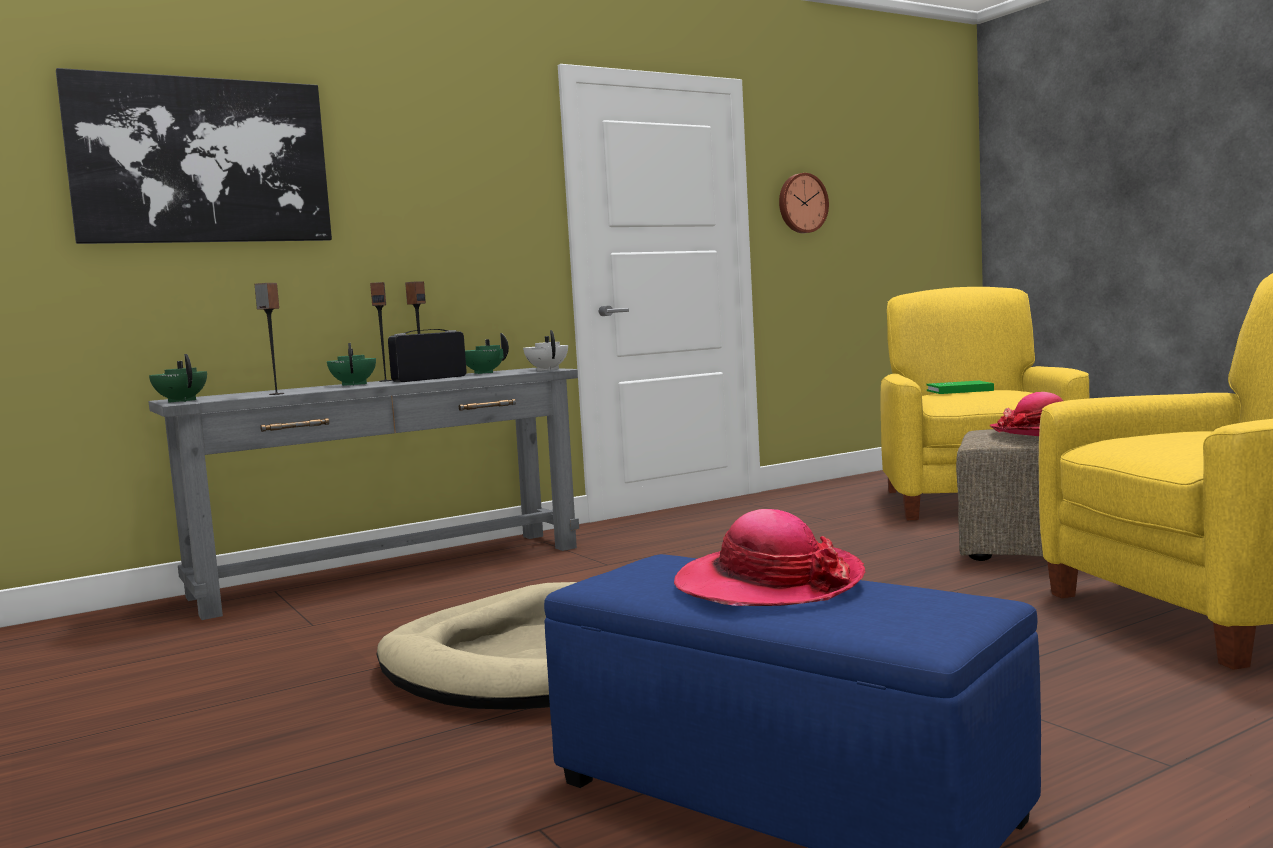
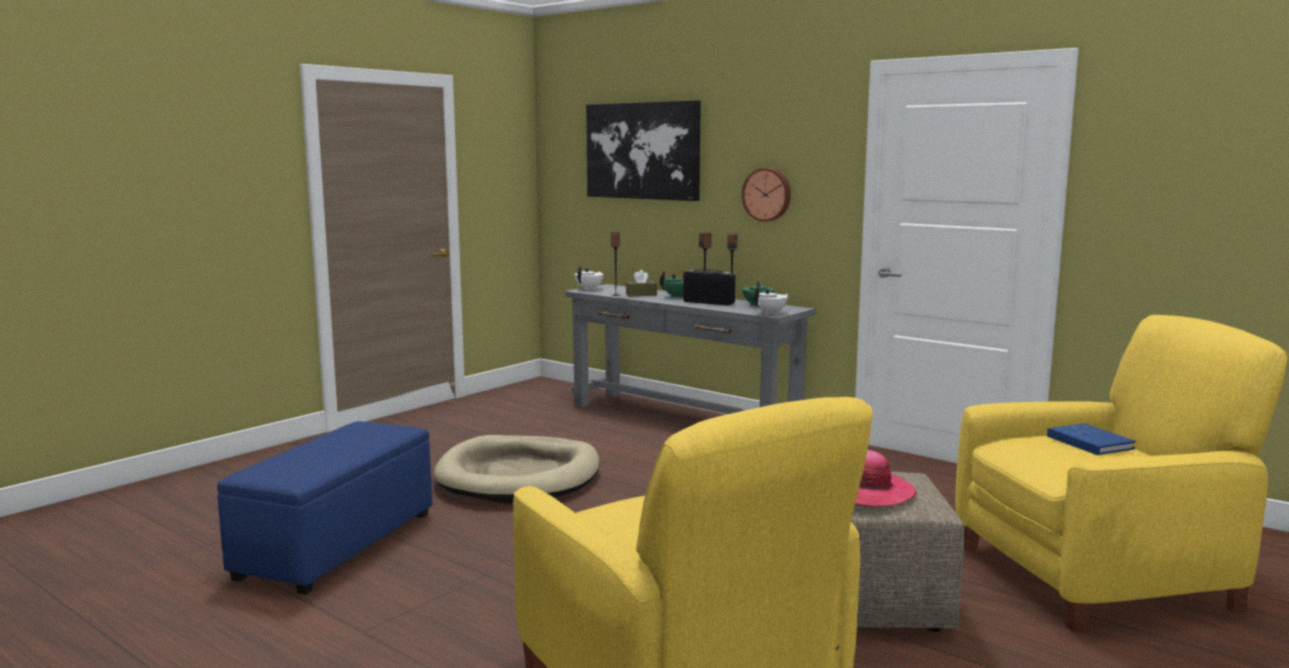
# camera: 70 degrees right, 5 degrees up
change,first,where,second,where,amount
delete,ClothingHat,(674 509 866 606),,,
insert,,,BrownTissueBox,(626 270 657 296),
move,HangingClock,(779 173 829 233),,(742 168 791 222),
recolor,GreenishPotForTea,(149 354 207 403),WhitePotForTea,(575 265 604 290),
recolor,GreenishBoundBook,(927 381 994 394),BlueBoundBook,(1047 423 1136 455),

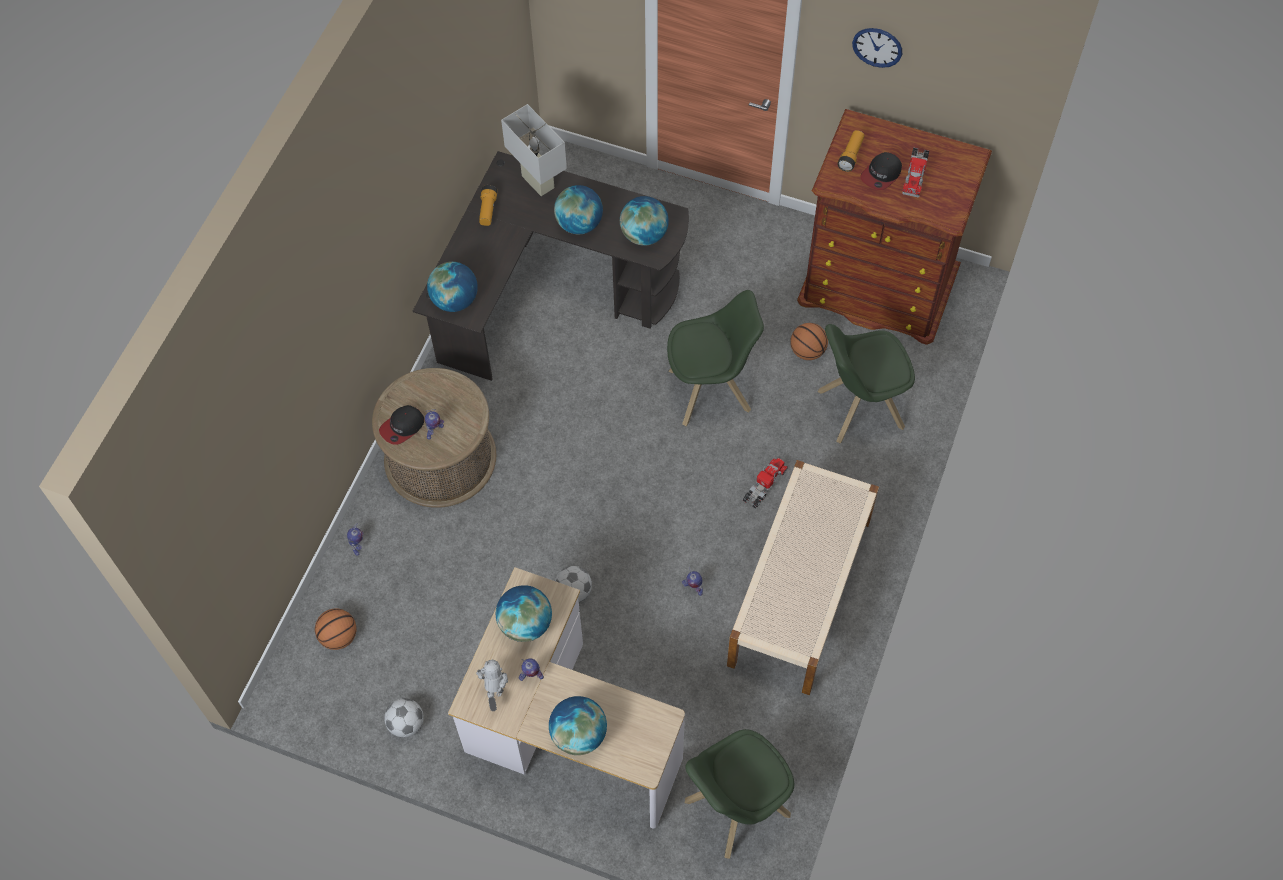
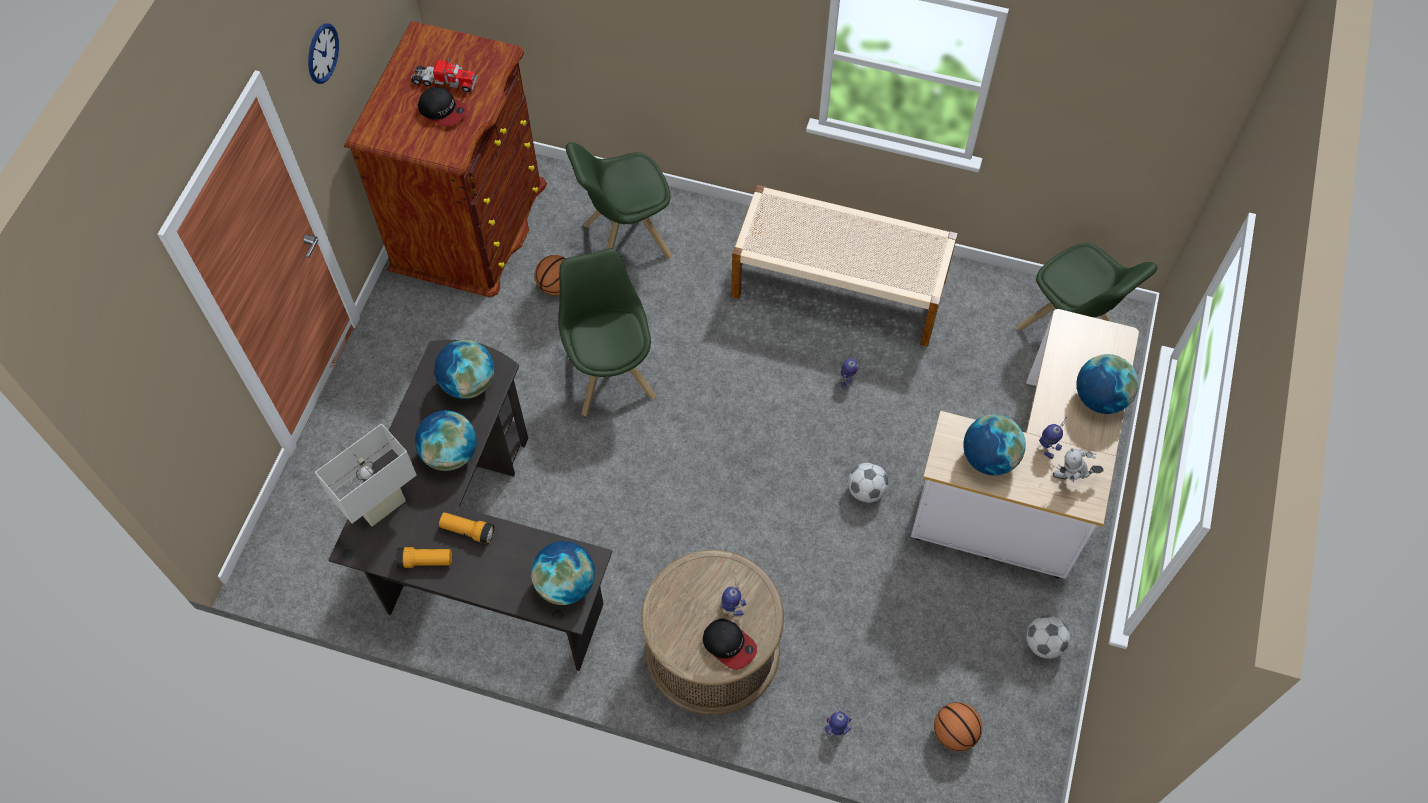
# camera: 95 degrees left, 0 degrees up
change,first,where,second,where,amount
delete,ToyTruck,(743 458 788 509),,,
move,HandTorch,(837 130 864 172),,(439 512 495 544),
rotate,GreenishPlainChair,(818 324 915 444),,(566 142 672 259),90 degrees clockwise

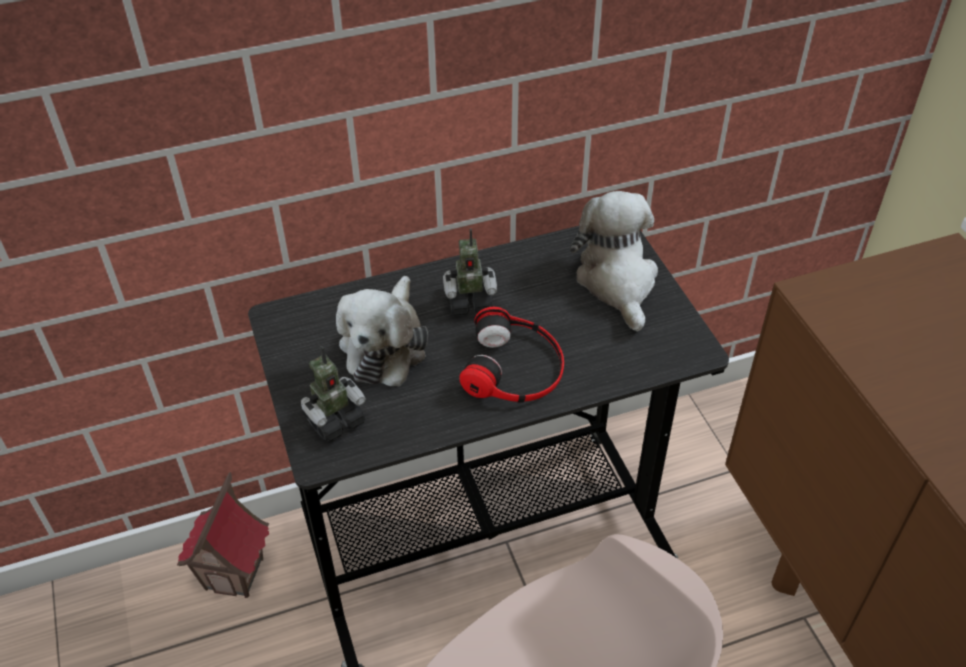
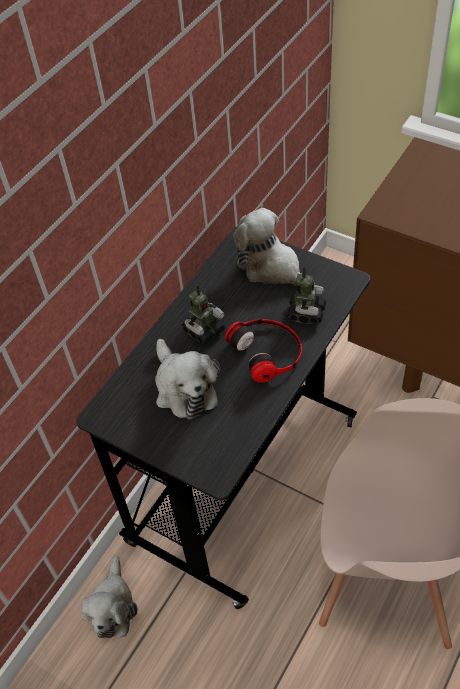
# camera: 35 degrees left, 5 degrees up
change,first,where,second,where,amount
move,RobotFigure,(301 346 366 441),,(286 267 326 324),
replace,MiniatureHouse,(177 472 269 598),CuddlyToy,(81 556 137 638),

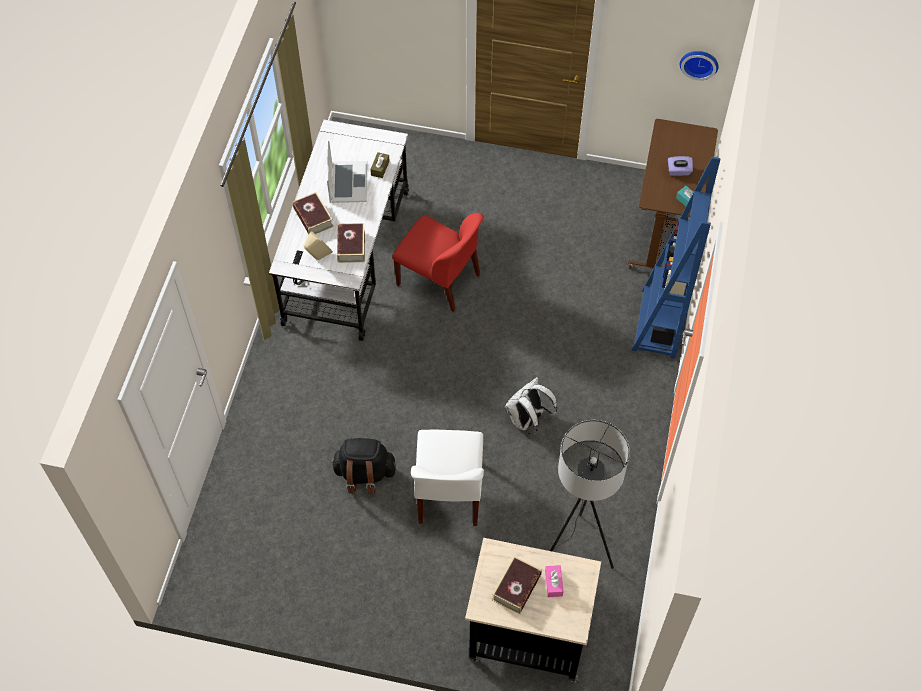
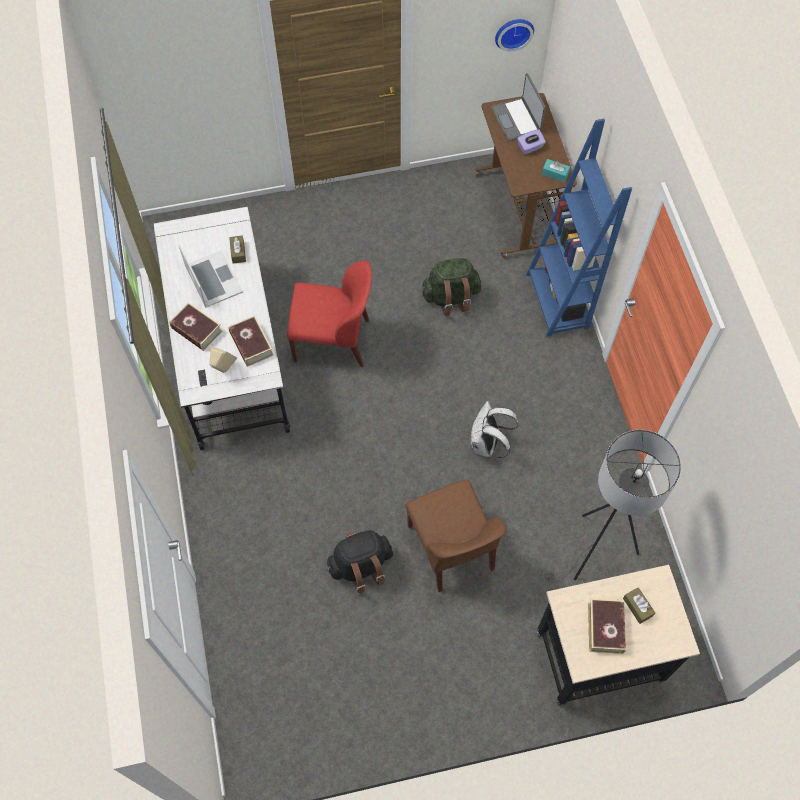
# camera: 25 degrees left, 5 degrees up
change,first,where,second,where,amount
insert,,,GreenishKnapsack,(421 258 481 316),
insert,,,PortableComputer,(491 73 546 141),
recolor,WhitePlainChair,(411 430 484 526),BrownPlainChair,(405 479 507 592),
recolor,PinkishTissueBox,(545 565 564 597),BrownTissueBox,(623 587 655 624),

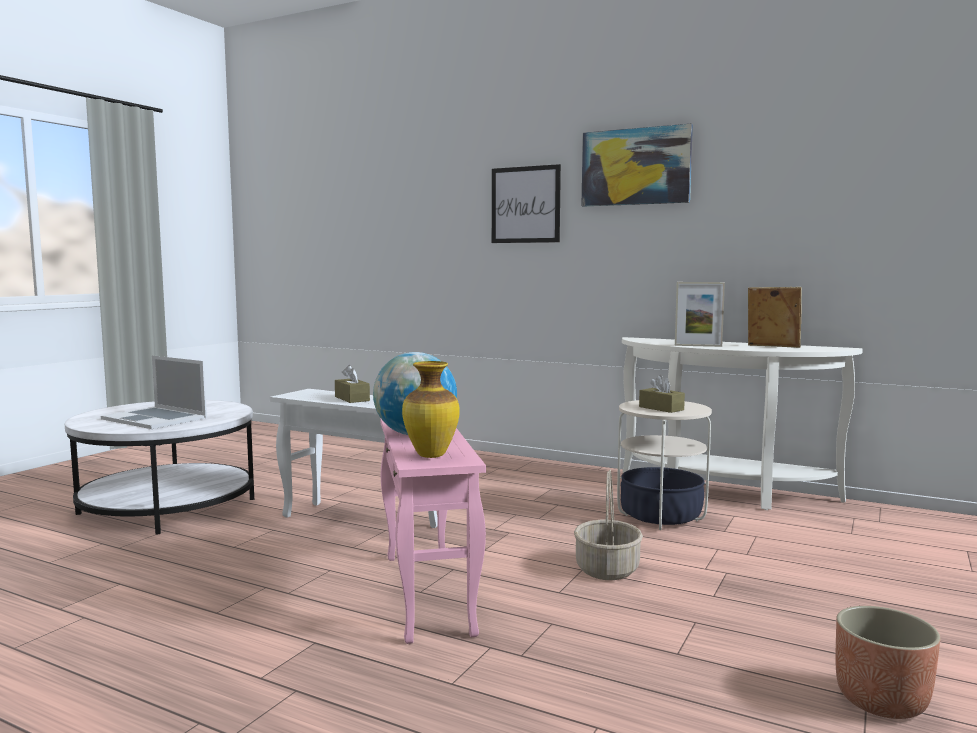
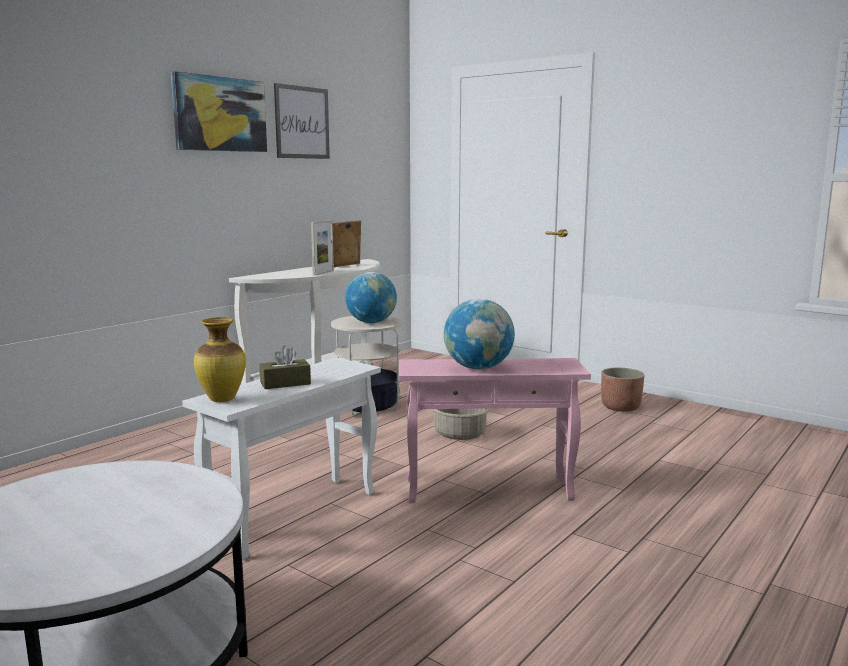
# camera: 80 degrees left, 5 degrees up
change,first,where,second,where,amount
delete,PortableComputer,(101 355 207 429),,,
move,FlowerVase,(402 361 460 458),,(194 317 246 402),
move,WallPicture,(492 164 561 243),,(274 83 330 159),
replace,BrownTissueBox,(639 375 685 413),Globe,(345 272 397 323),

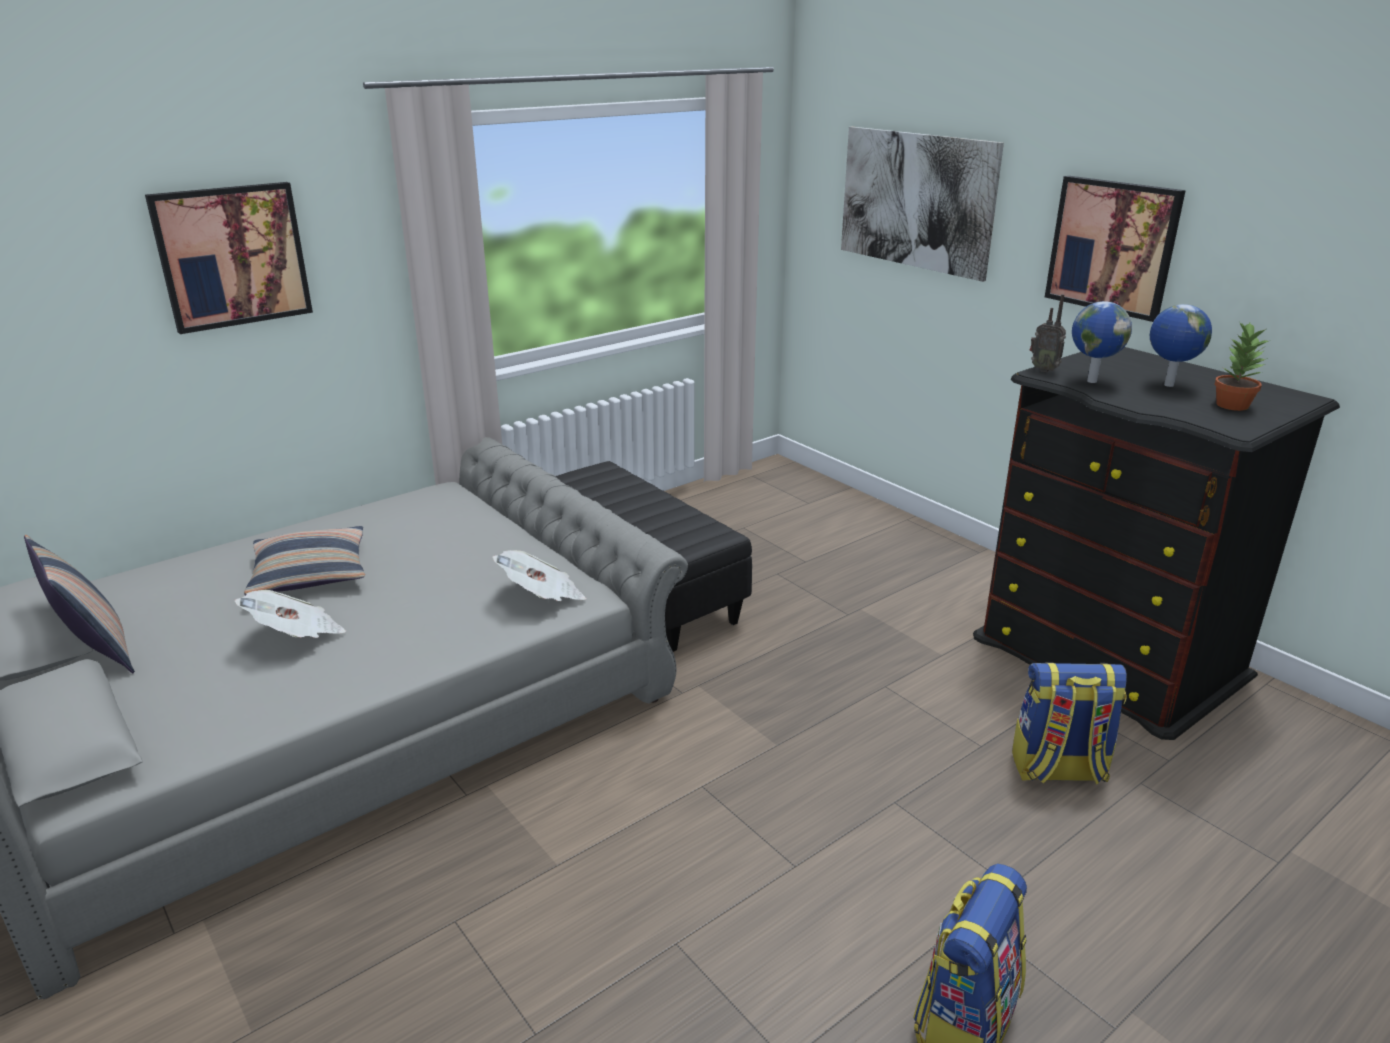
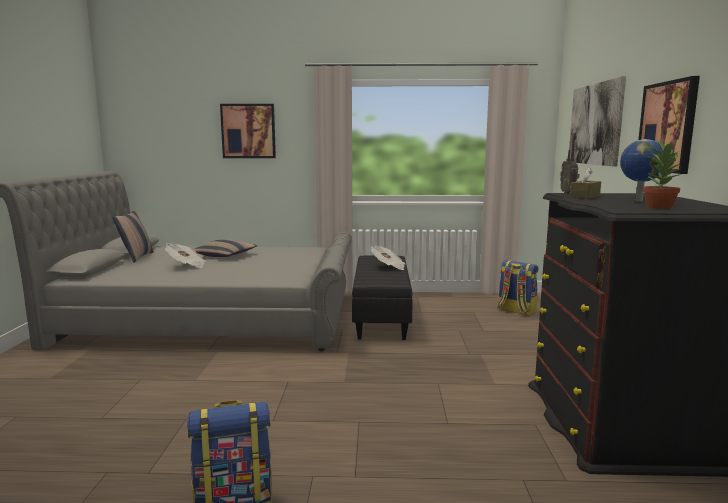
# camera: 40 degrees right, 15 degrees down
change,first,where,second,where,amount
move,DailyPaper,(493 550 586 601),,(371 245 405 270),
move,Knapsack,(1012 662 1127 785),,(498 260 538 316),
replace,Globe,(1072 301 1132 383),BrownTissueBox,(570 167 601 199),

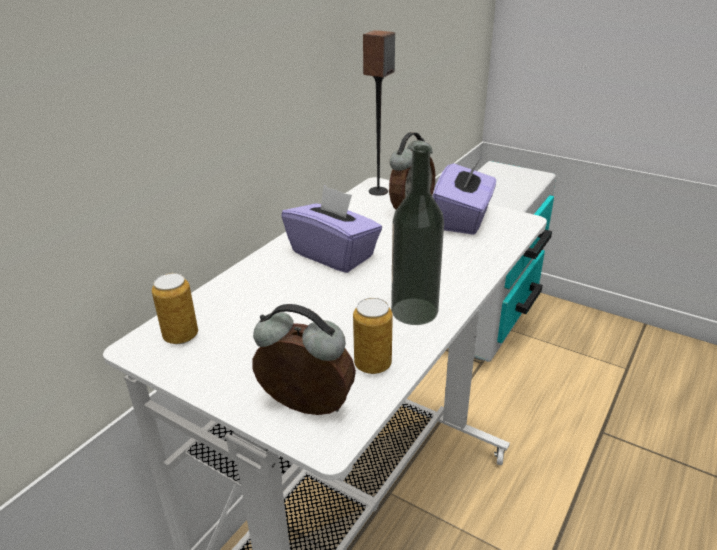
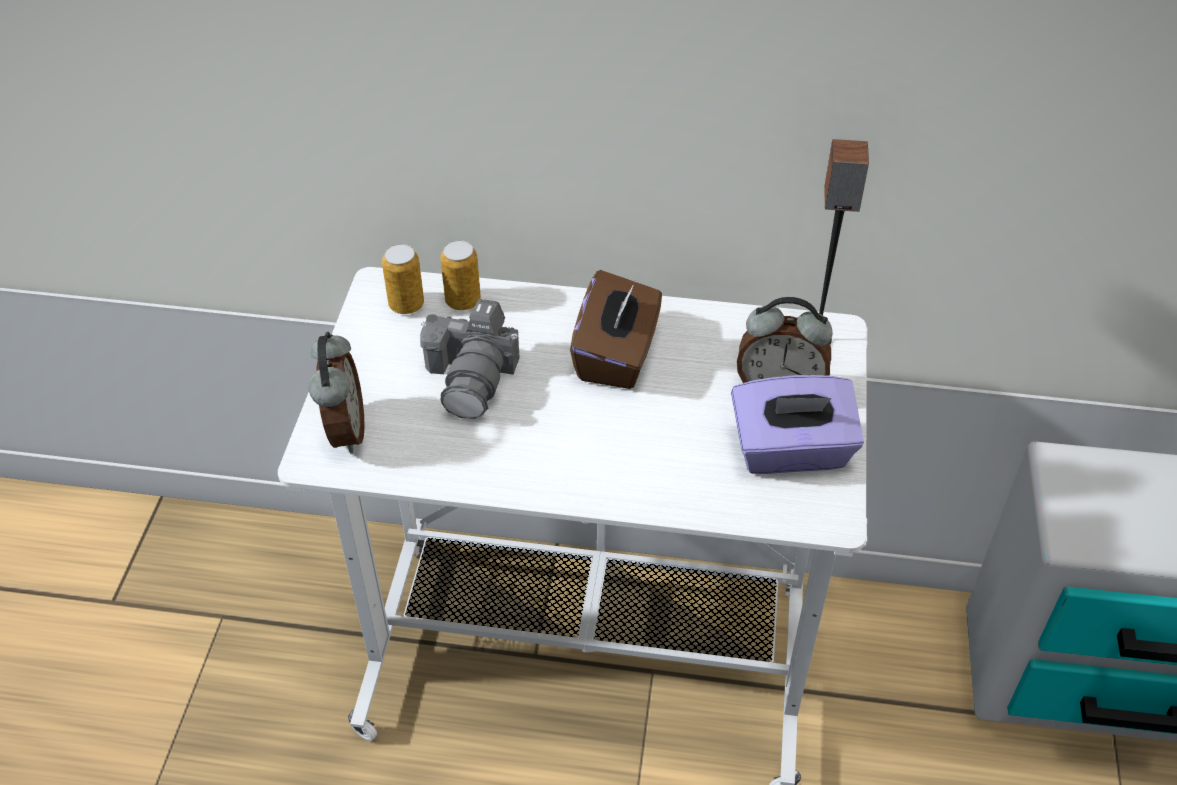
# camera: 65 degrees right, 15 degrees up
change,first,where,second,where,amount
delete,Bottle,(391 145 444 325),,,
insert,,,PhotoCamera,(420 299 520 419),
move,Can,(353 298 393 374),,(440 240 481 310),
recolor,PurplishTissueBox,(281 185 382 273),BrownTissueBox,(570 270 662 389),

